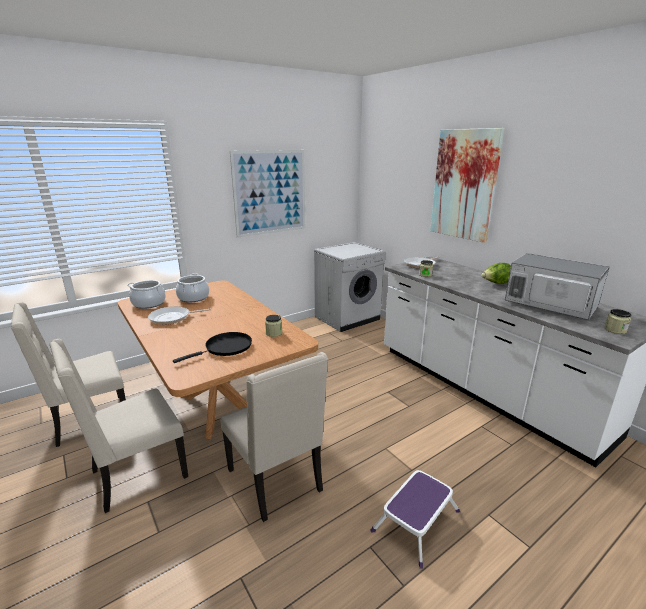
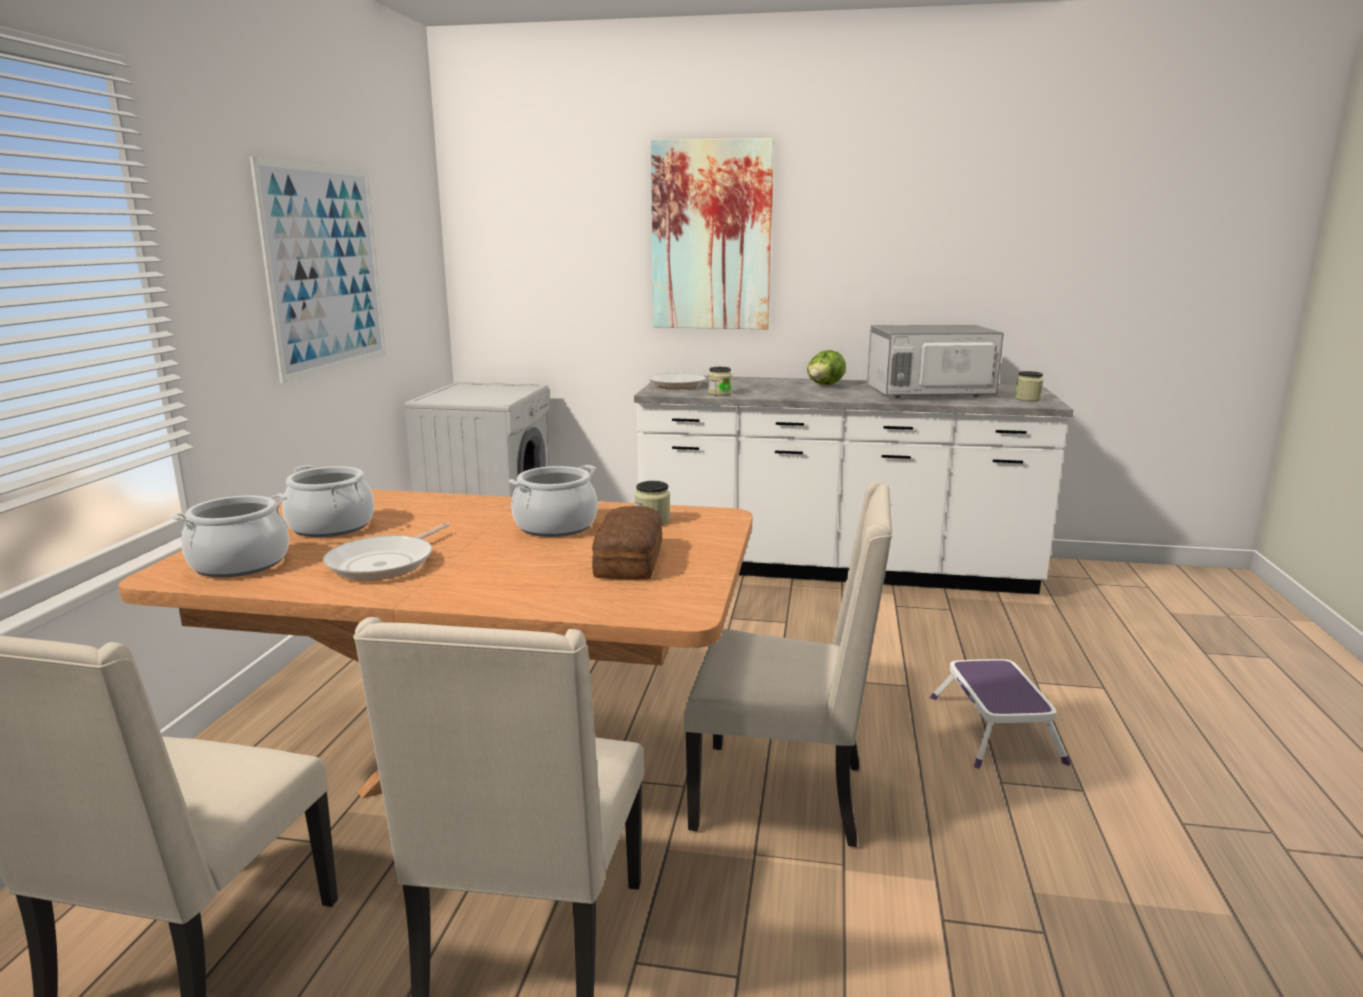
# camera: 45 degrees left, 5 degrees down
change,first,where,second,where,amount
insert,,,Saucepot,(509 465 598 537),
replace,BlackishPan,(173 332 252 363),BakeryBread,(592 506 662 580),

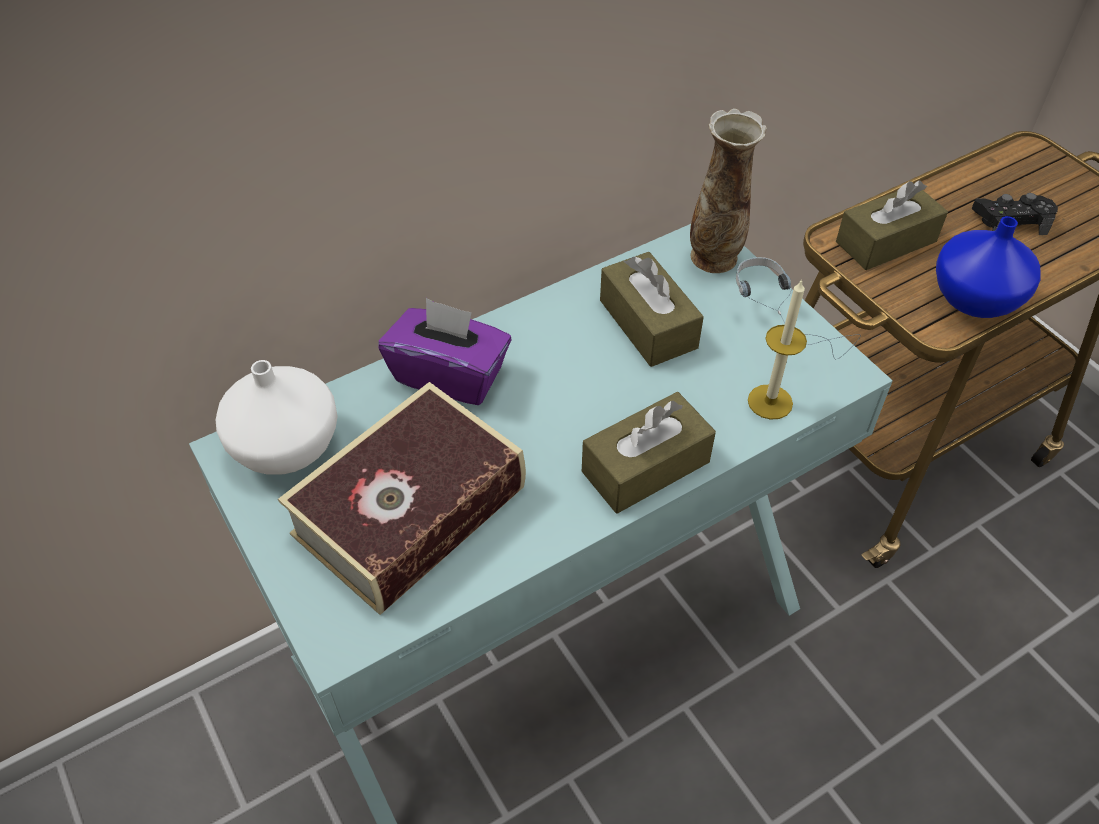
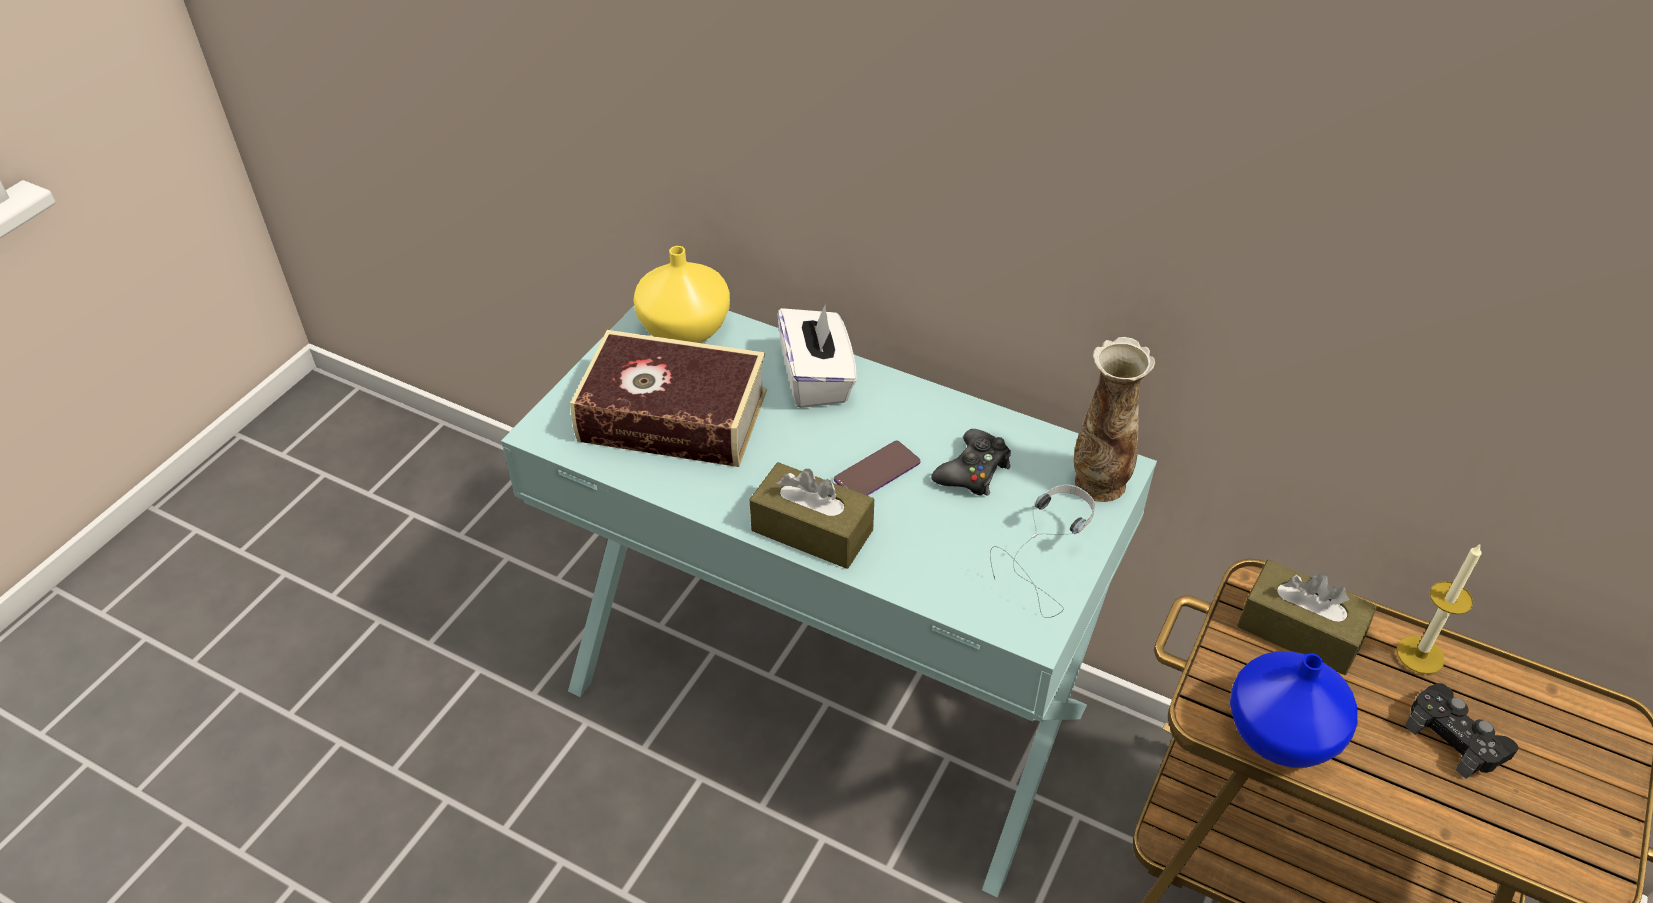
# camera: 60 degrees right, 5 degrees down
change,first,where,second,where,amount
insert,,,Handset,(834 441 921 496),
move,WaxCandle,(748 279 807 420),,(1397 543 1482 674),
replace,BrownTissueBox,(600 252 704 367),BlackishJoypad,(931 429 1011 496),
recolor,WhiteFlowerVase,(216 360 338 475),YellowFlowerVase,(633 246 730 343),
recolor,PurplishTissueBox,(378 298 511 405),WhiteTissueBox,(778 303 857 408),

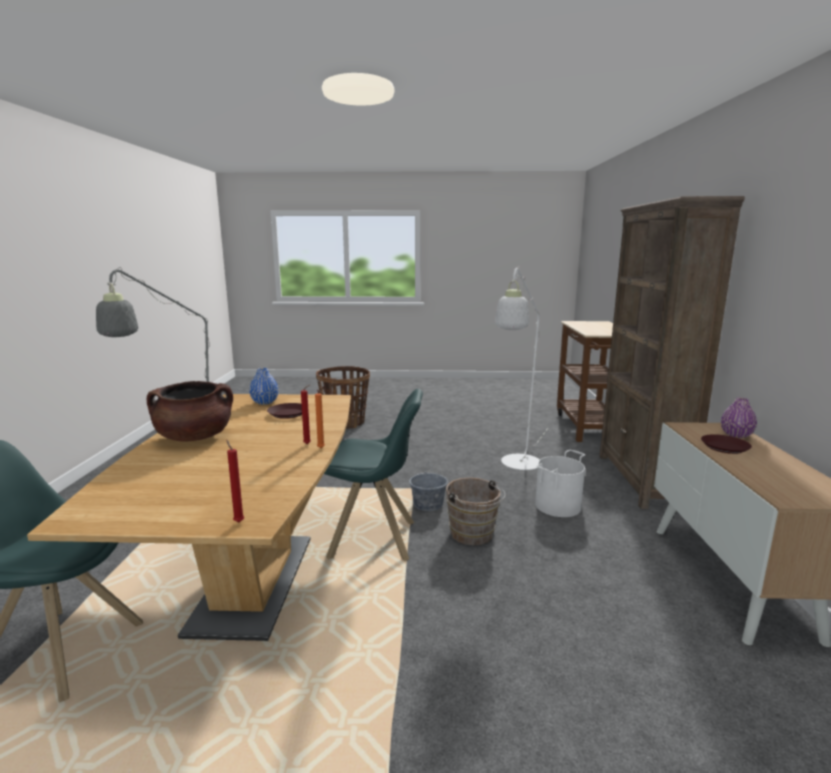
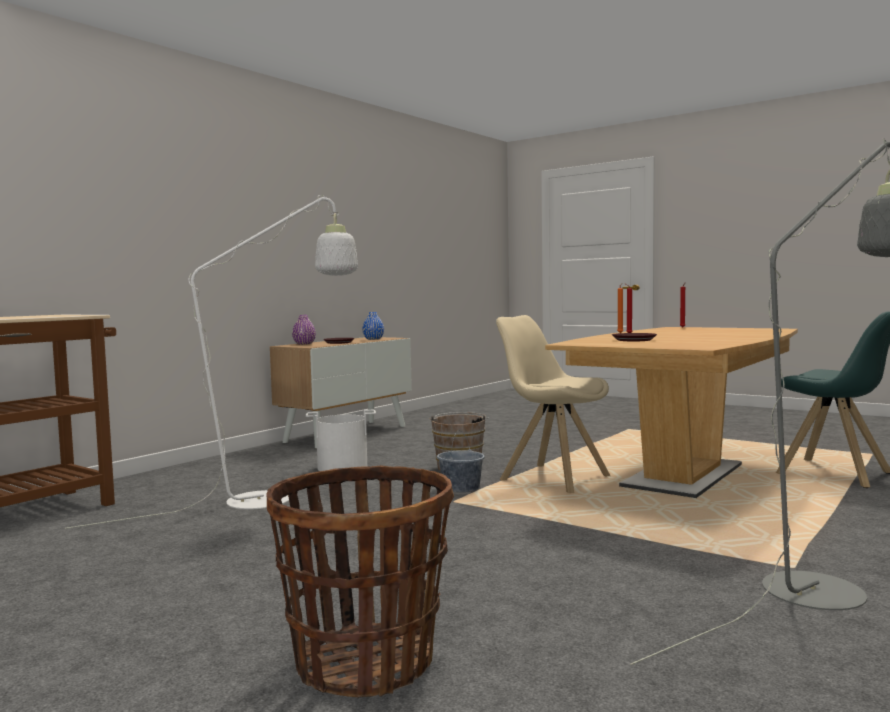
# camera: 145 degrees left, 10 degrees down
change,first,where,second,where,amount
delete,BrownSaucepot,(146 381 233 441),,,
delete,BrownBookshelf,(599 196 745 509),,,
move,BlueFlowerVase,(249 368 278 405),,(362 312 384 340),
recolor,BlueGreenPlainChair,(324 389 423 561),BeigePlainChair,(496 315 611 493),

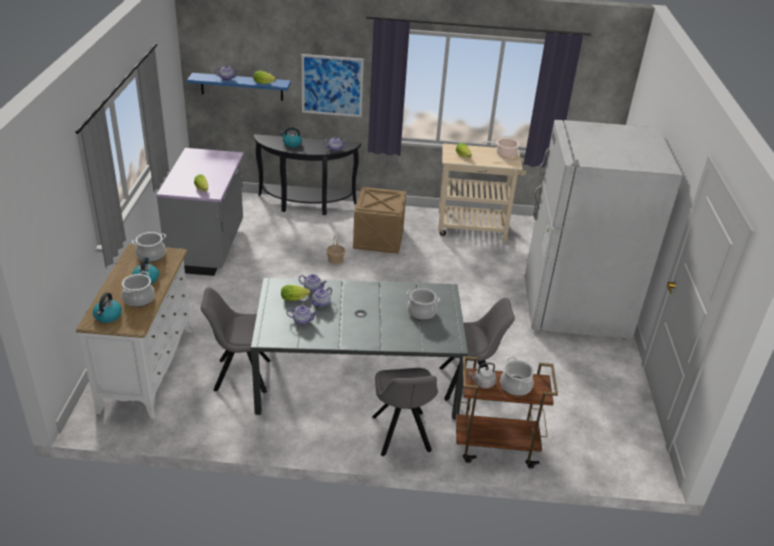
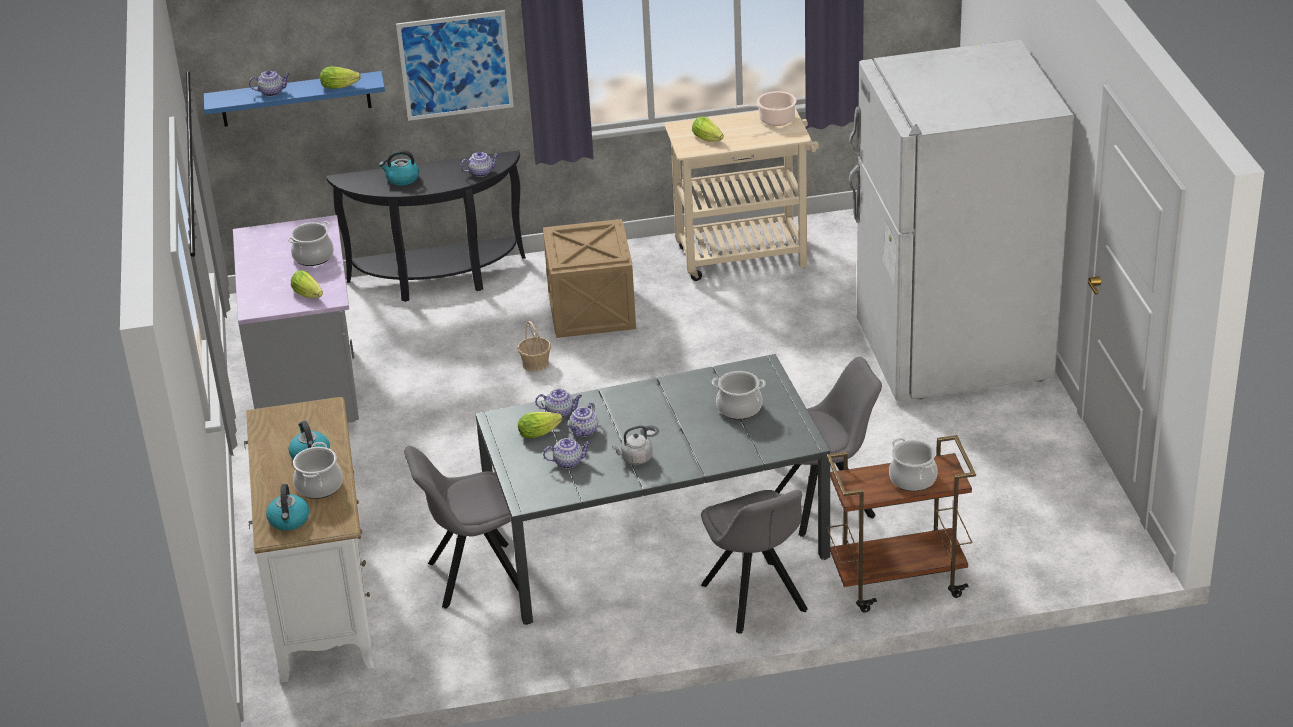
# camera: 10 degrees left, 0 degrees up
change,first,where,second,where,amount
move,Saucepot,(132 232 166 262),,(288 221 334 266),
move,GreyTeaKettle,(469 363 496 389),,(612 425 653 465),

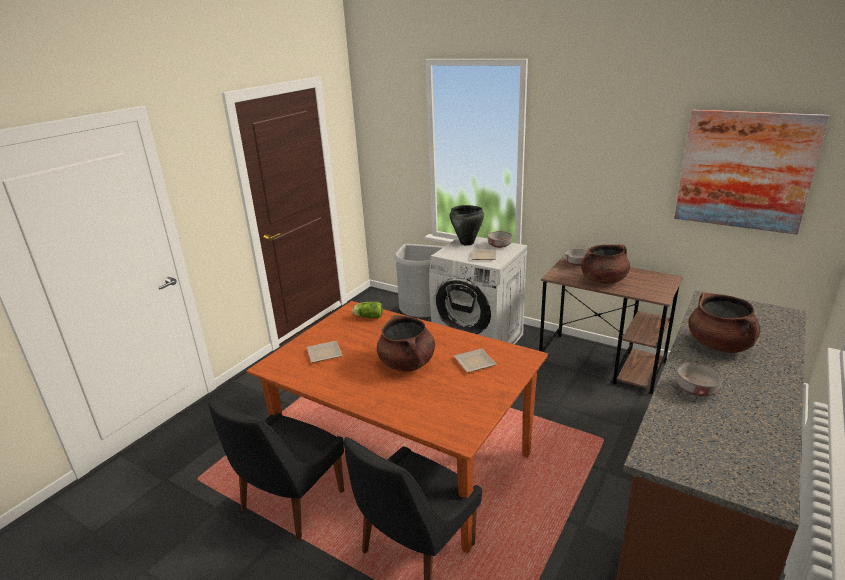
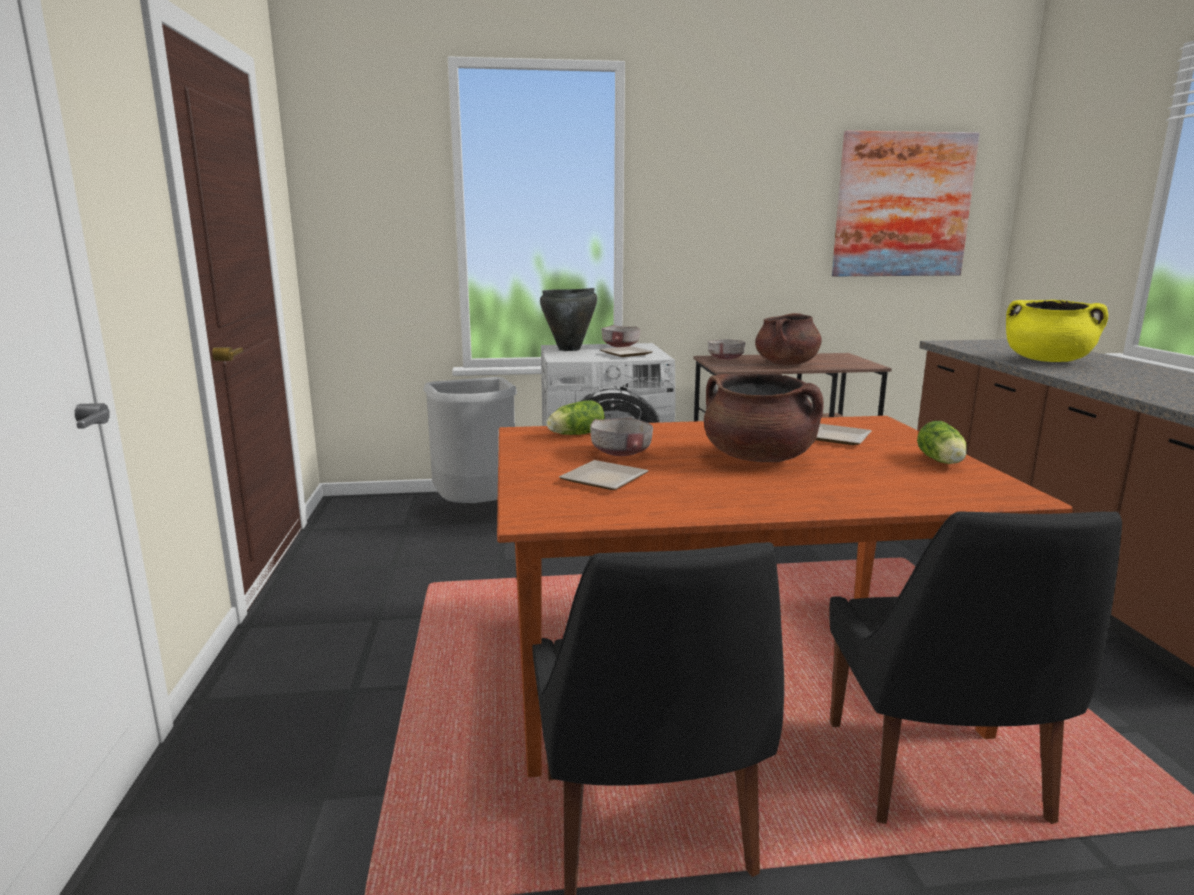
# camera: 40 degrees left, 10 degrees down
change,first,where,second,where,amount
insert,,,LettuceHead,(917 421 967 464),
move,GreyBowl,(676 362 723 396),,(590 417 653 456),
recolor,BrownSaucepot,(688 293 760 353),YellowSaucepot,(1006 300 1108 362),

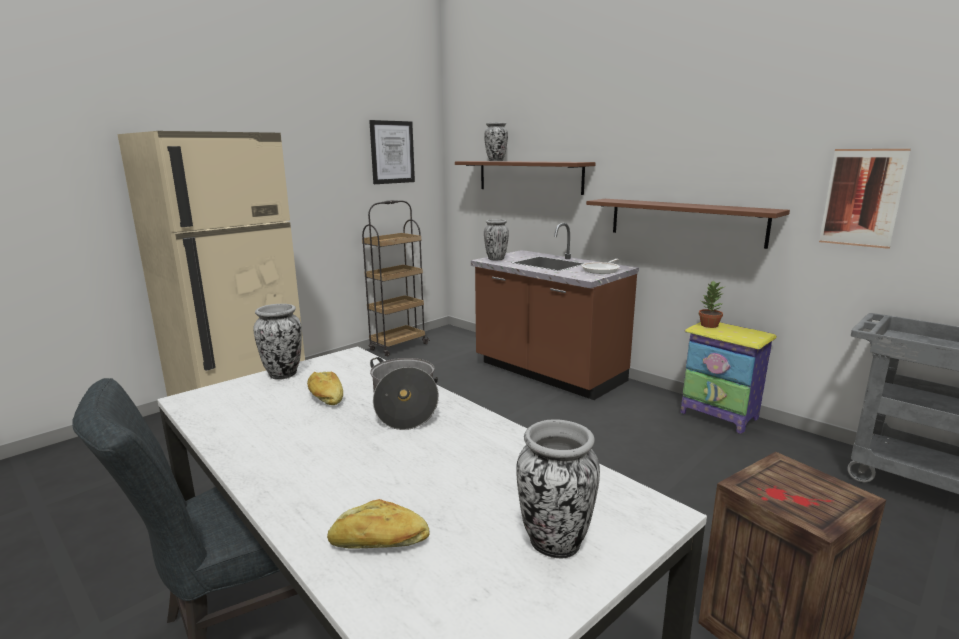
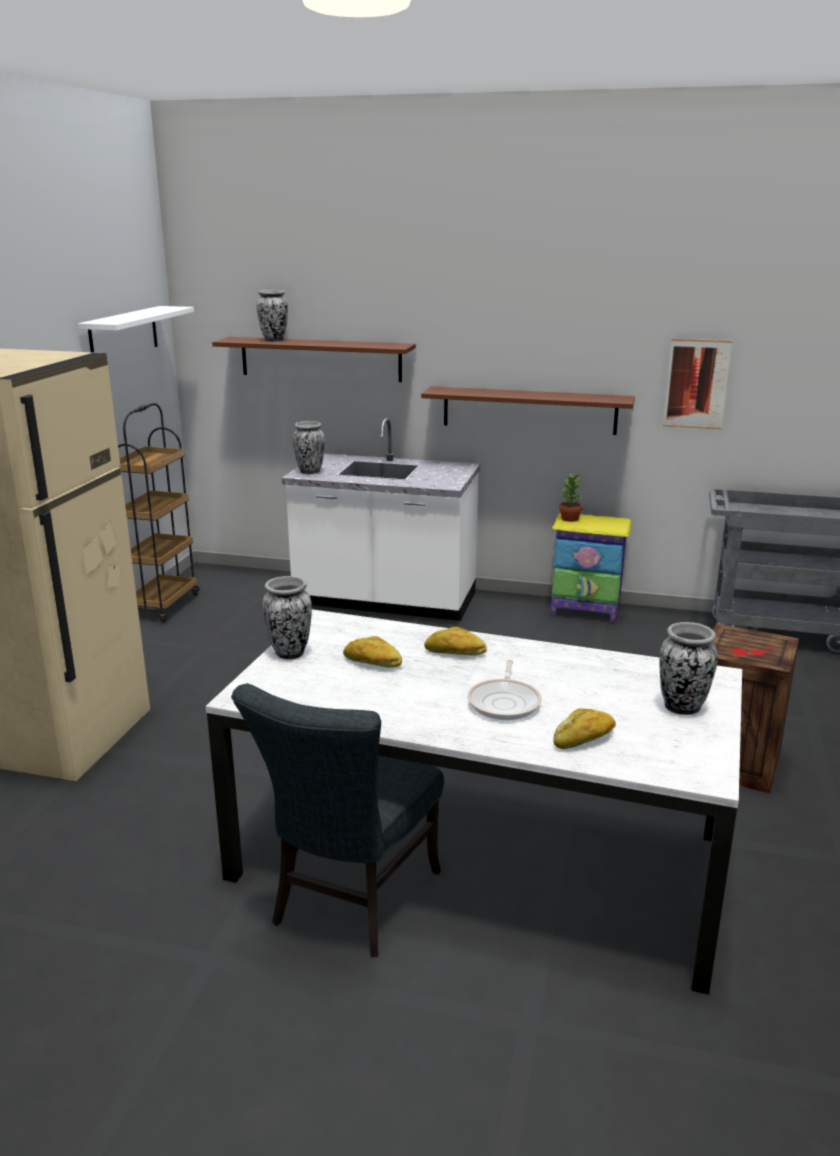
# camera: 30 degrees left, 5 degrees up
change,first,where,second,where,amount
move,Pan,(581 259 620 274),,(467 660 542 720),
replace,WallPicture,(369 120 415 184),WhiteWallShelf,(78 306 194 353),
replace,Saucepot,(370 357 439 430),BakeryBread,(424 626 487 656),
recolor,BrownCounter,(471 223 639 400),WhiteCounter,(282 418 480 621),

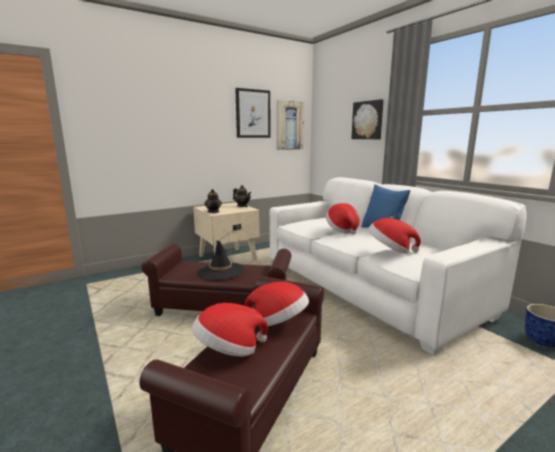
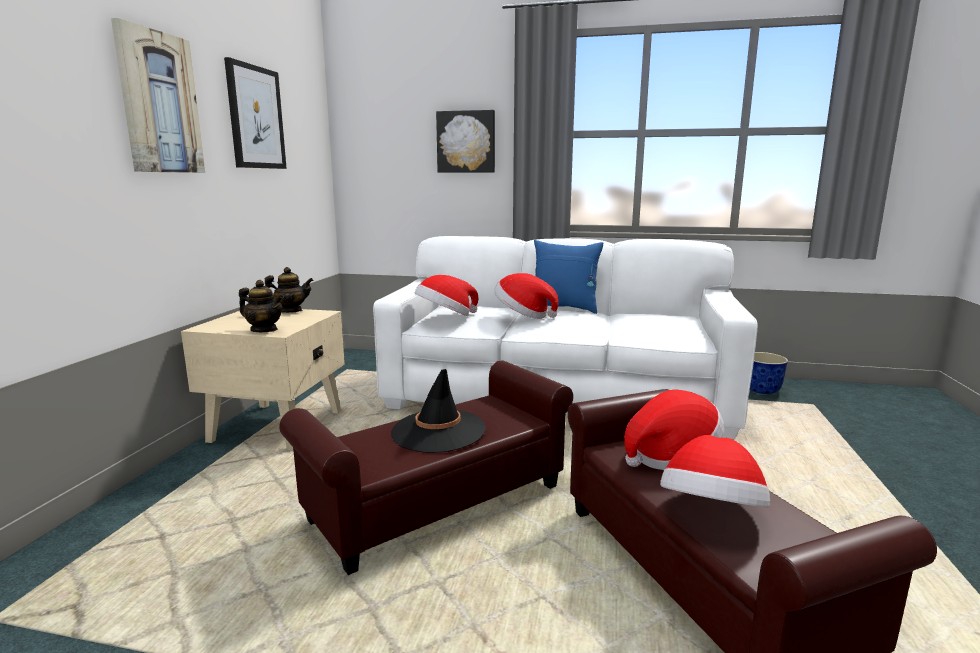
# camera: 45 degrees left, 0 degrees up
change,first,where,second,where,amount
move,WallPicture,(277 100 304 150),,(111 18 205 173),
move,ClothingHat,(368 218 421 254),,(415 275 478 316),

